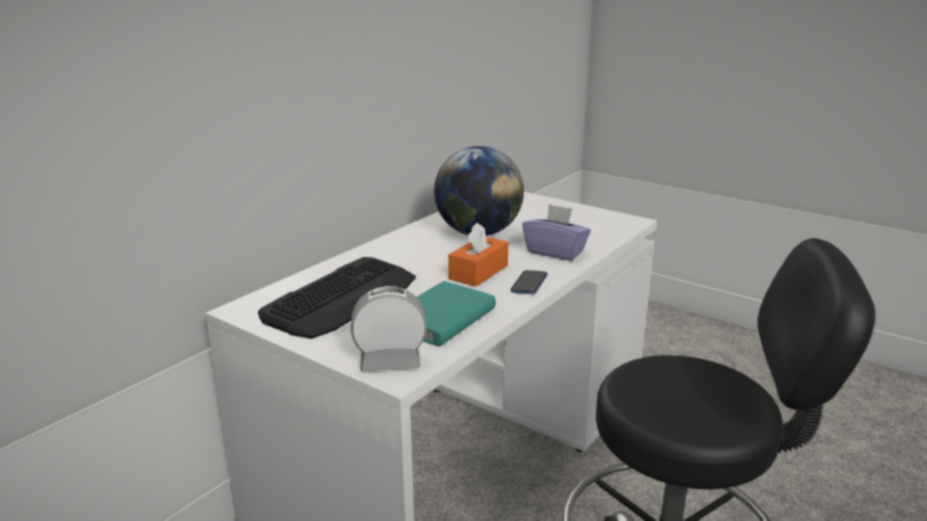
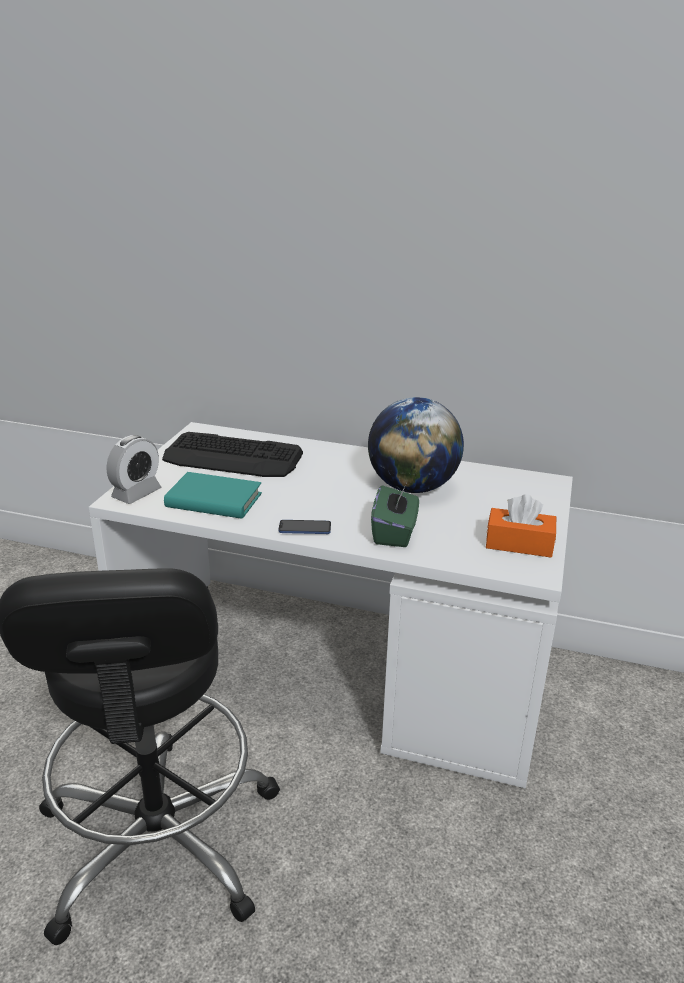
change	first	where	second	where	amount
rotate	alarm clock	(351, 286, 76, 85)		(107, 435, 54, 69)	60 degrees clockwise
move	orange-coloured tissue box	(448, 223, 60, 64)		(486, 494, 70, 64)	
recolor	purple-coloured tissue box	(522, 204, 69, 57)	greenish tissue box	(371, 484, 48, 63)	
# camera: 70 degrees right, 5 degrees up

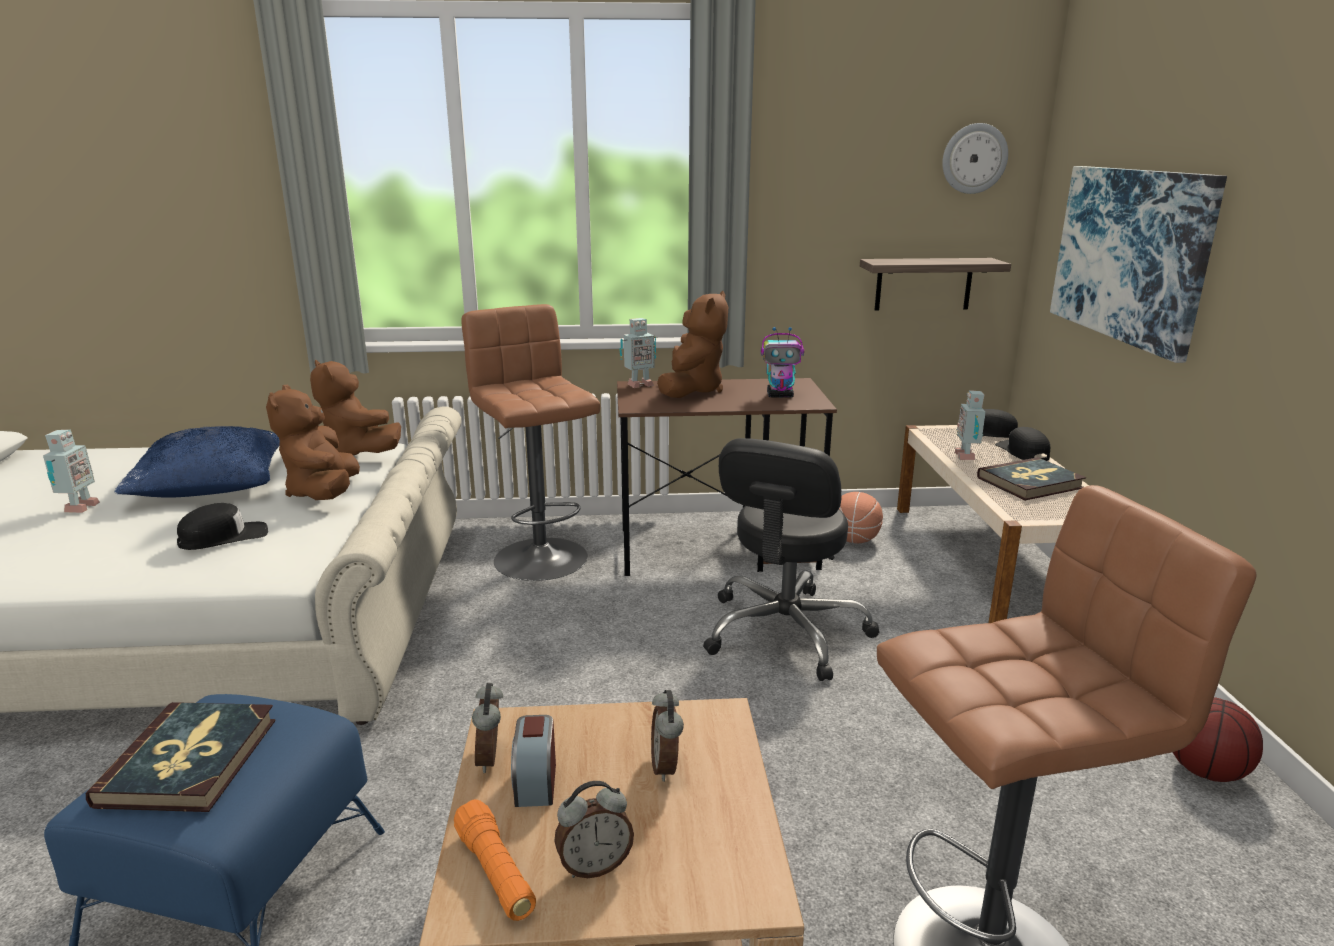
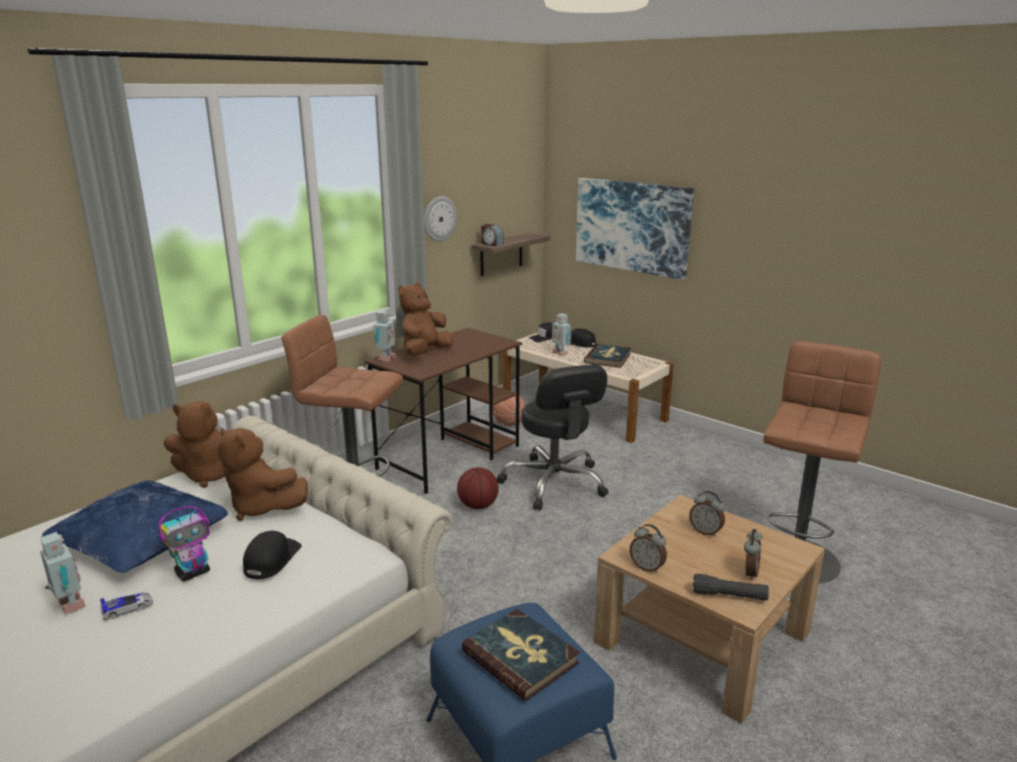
change	first	where	second	where	amount
recolor	orange-coloured flashlight	(454, 799, 82, 122)	black flashlight	(693, 573, 76, 28)	
move	alarm clock	(511, 715, 45, 92)		(481, 224, 23, 22)	
rotate	brown soft toy	(657, 291, 71, 107)		(398, 282, 55, 74)	120 degrees counterclockwise
move	model robot	(761, 327, 43, 71)		(158, 506, 52, 76)	
move	wall clock	(942, 123, 66, 71)		(424, 196, 33, 46)	
move	ball for basketball	(1173, 697, 90, 85)		(457, 467, 42, 42)	
insert			model car	(100, 592, 53, 28)	
# camera: 45 degrees left, 0 degrees up

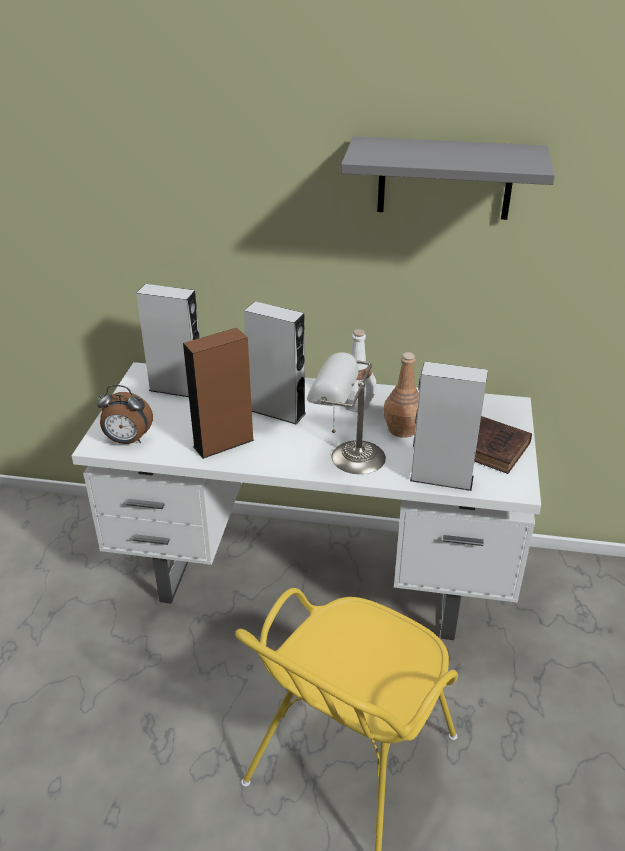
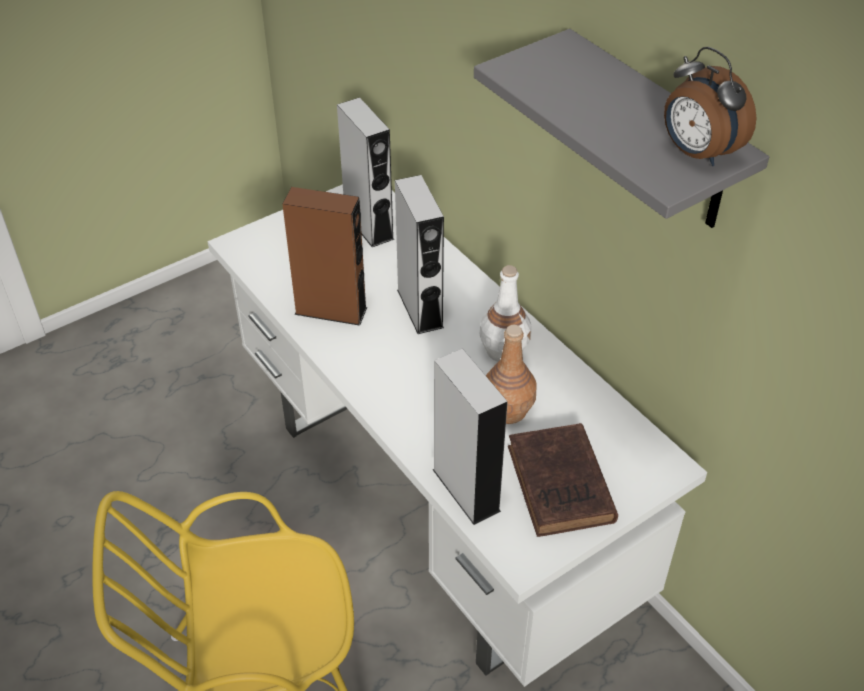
change	first	where	second	where	amount
move	alarm clock	(97, 385, 56, 59)		(664, 47, 92, 119)	
delete	white-coloured tabletop lamp	(307, 352, 79, 122)			
# camera: 45 degrees right, 10 degrees up

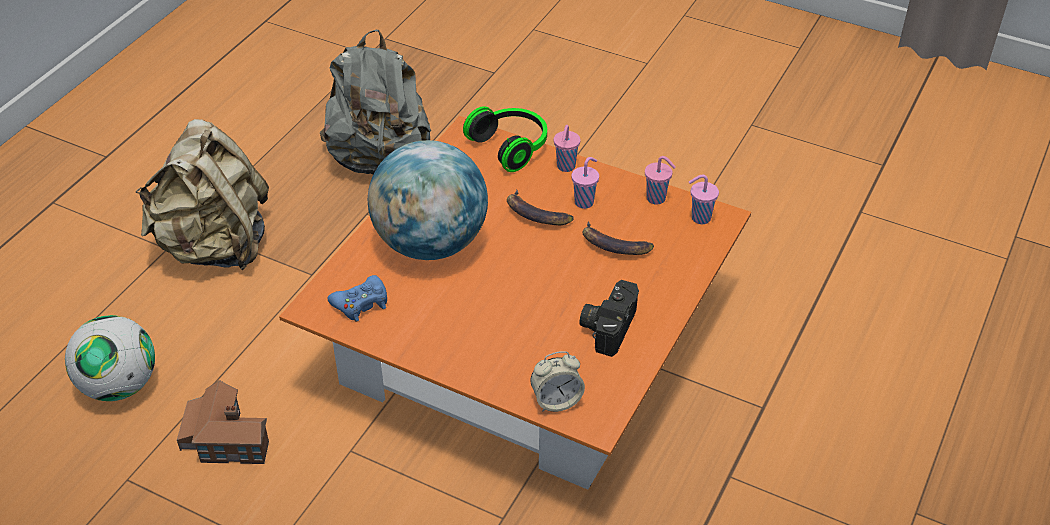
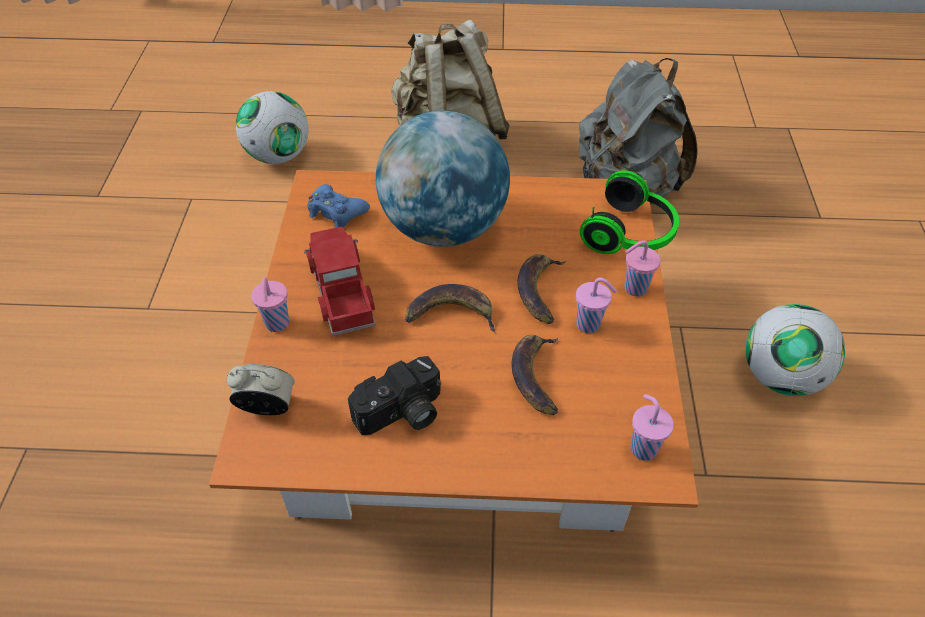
change	first	where	second	where	amount
delete	miniature house	(177, 380, 92, 84)			
rotate	alarm clock	(530, 351, 55, 61)		(227, 364, 68, 51)	135 degrees clockwise
rotate	photo camera	(579, 280, 60, 77)		(348, 356, 93, 79)	150 degrees clockwise
move	pinkish cup	(645, 156, 31, 48)		(251, 277, 38, 55)	
insert			toy truck	(304, 227, 72, 109)	
insert			banana	(405, 284, 90, 48)	
insert			football ball	(745, 304, 100, 92)	
# camera: 65 degrees right, 5 degrees up

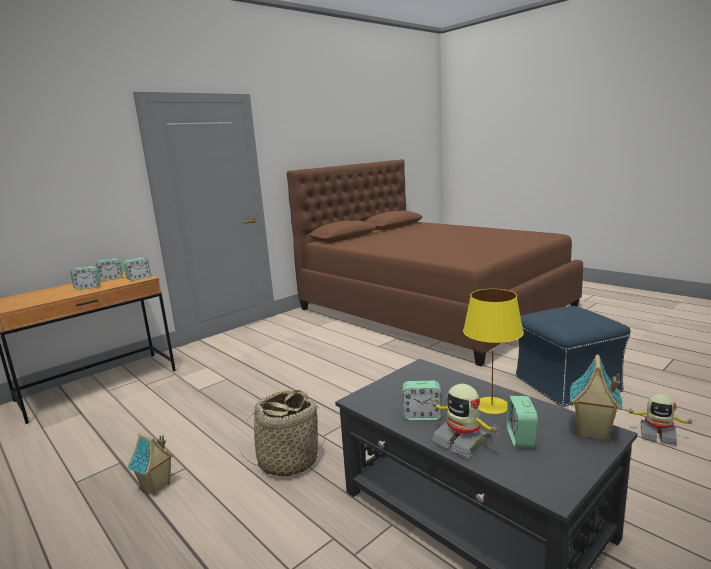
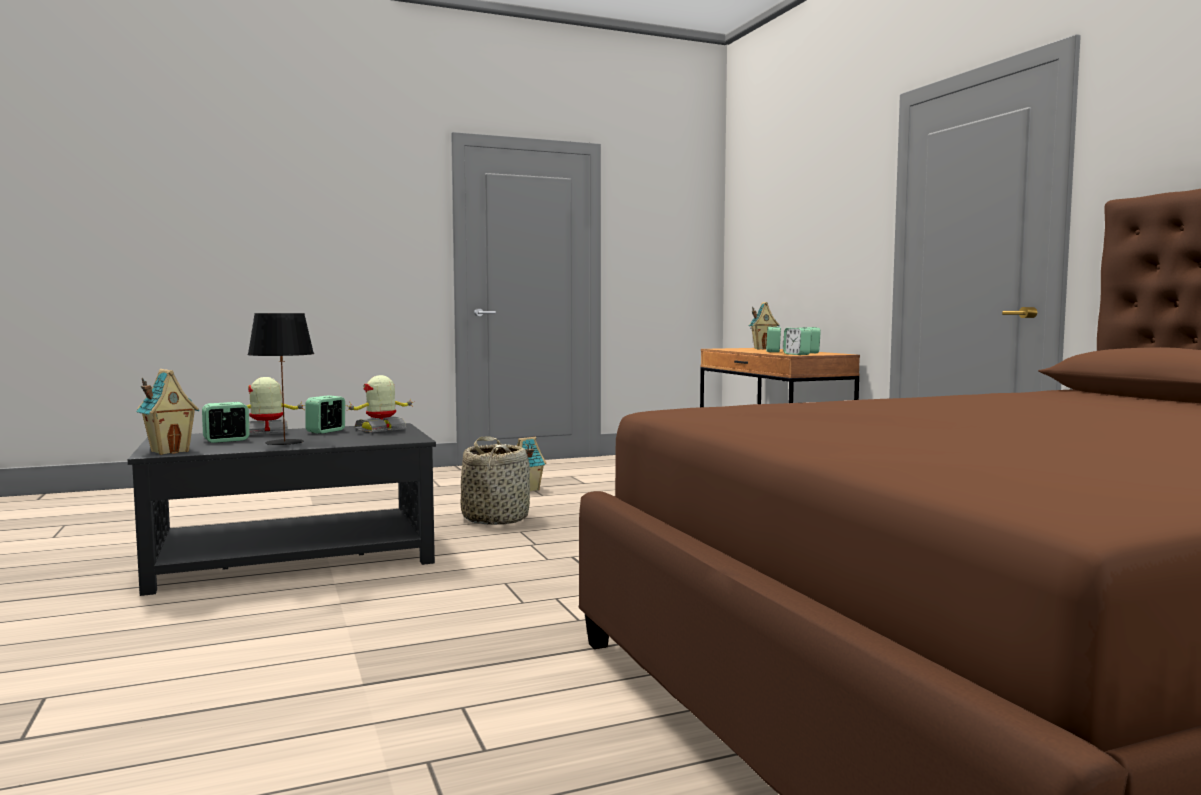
change	first	where	second	where	amount
recolor	yellow tabletop lamp	(463, 289, 61, 125)	black tabletop lamp	(248, 313, 66, 132)	
rotate	alarm clock	(506, 396, 32, 51)		(202, 402, 48, 41)	60 degrees counterclockwise
delete	blue-coloured footrest	(516, 306, 115, 101)			
move	model robot	(626, 394, 68, 51)		(346, 375, 67, 58)	
insert			miniature house	(749, 302, 31, 48)	
# camera: 110 degrees right, 10 degrees down

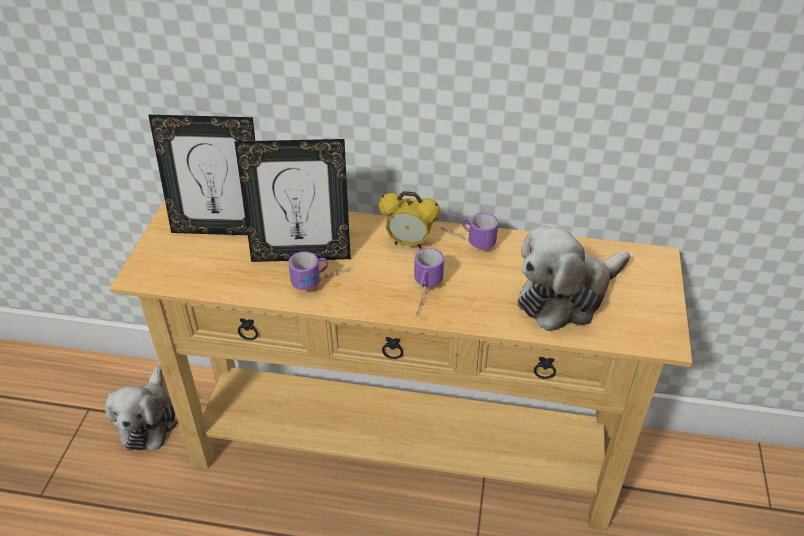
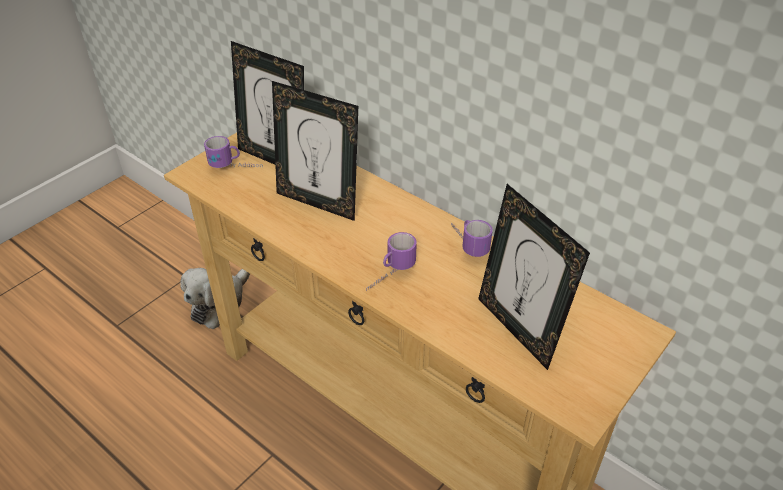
change	first	where	second	where	amount
move	coffee mug	(288, 251, 63, 39)		(204, 136, 59, 32)	
delete	alarm clock	(378, 191, 63, 58)			
replace	soft toy	(518, 226, 112, 105)	photo frame	(478, 184, 112, 186)	
# camera: 30 degrees right, 0 degrees up

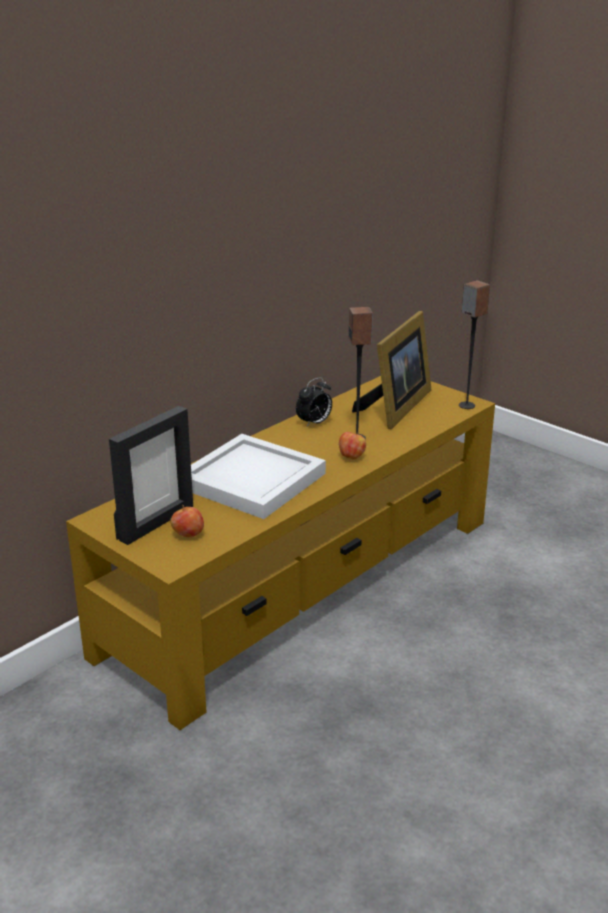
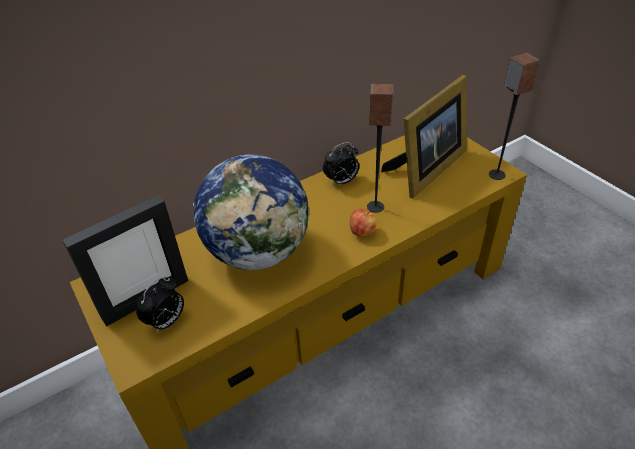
change	first	where	second	where	amount
replace	apple	(170, 505, 34, 32)	alarm clock	(136, 277, 48, 56)	
replace	white-coloured carrying tray	(191, 434, 135, 85)	globe	(193, 154, 116, 116)	
# camera: 15 degrees right, 15 degrees up

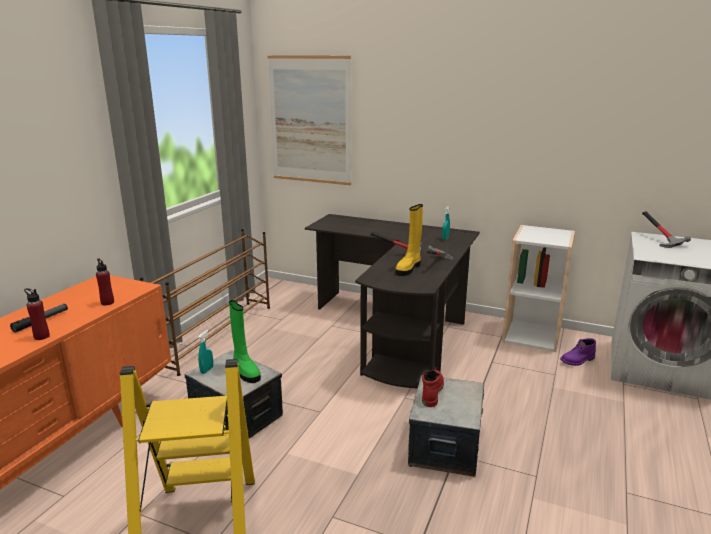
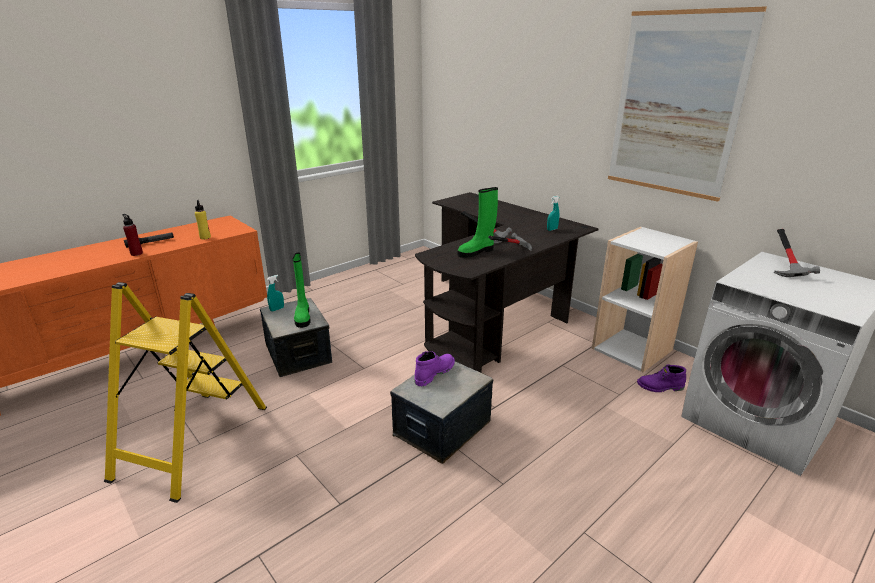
change	first	where	second	where	amount
recolor	reddish drink bottle	(96, 258, 18, 48)	yellow drink bottle	(195, 200, 16, 39)	
delete	brown shoe shelf	(140, 229, 130, 147)			
move	wall art	(267, 55, 84, 130)		(608, 7, 159, 195)	
recolor	yellow boot	(395, 204, 28, 72)	greenish boot	(458, 187, 40, 71)	
recolor	reddish boot	(422, 370, 22, 37)	purple-coloured boot	(414, 351, 41, 35)	
# camera: 25 degrees right, 5 degrees up

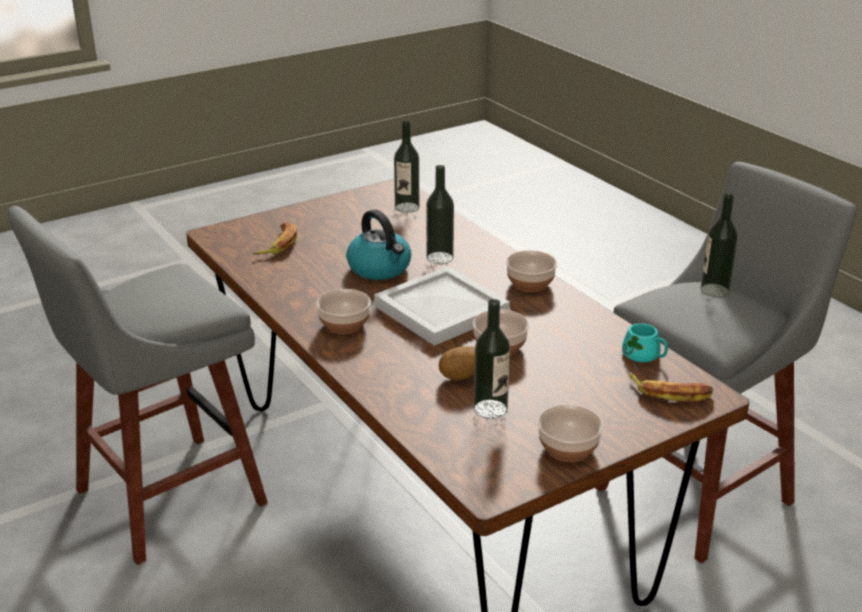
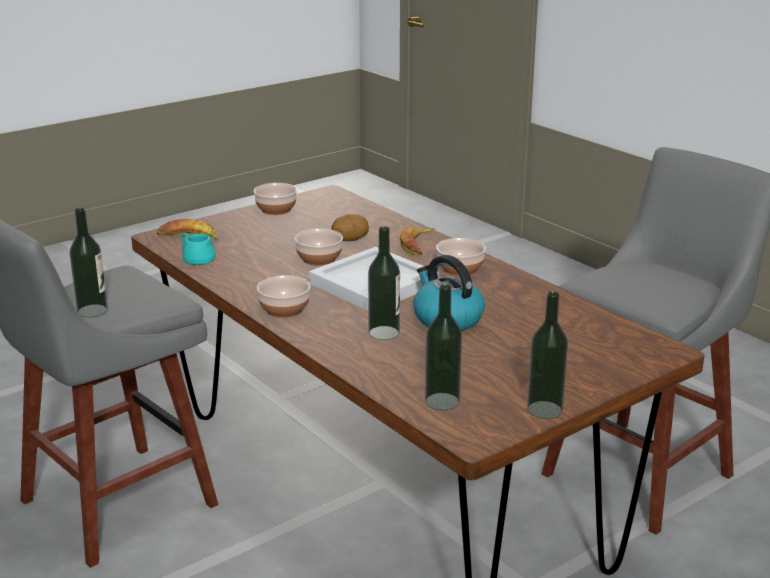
change	first	where	second	where	amount
move	banana	(253, 222, 44, 33)		(400, 227, 34, 28)	
move	drink bottle	(474, 299, 36, 120)		(527, 291, 41, 128)	
# camera: 175 degrees right, 5 degrees down

